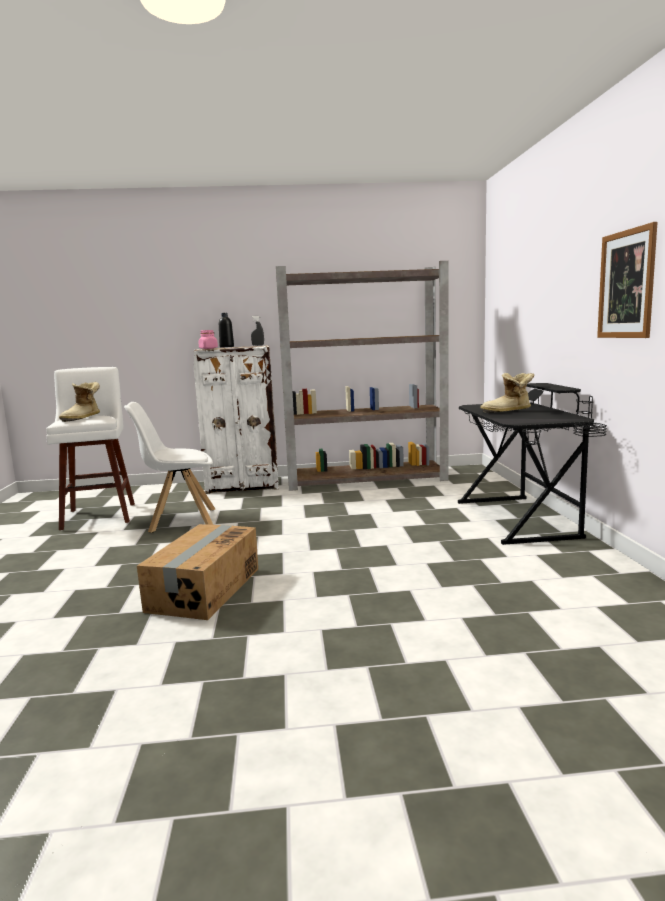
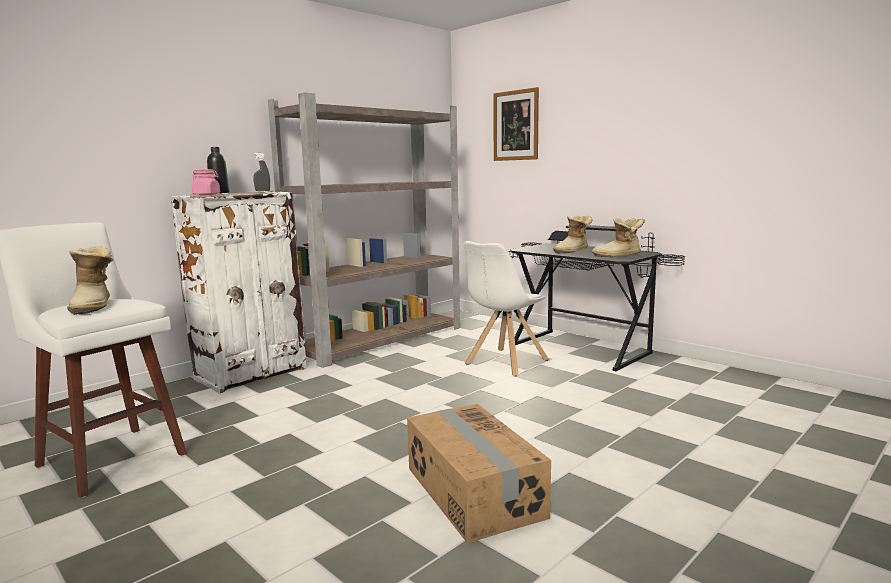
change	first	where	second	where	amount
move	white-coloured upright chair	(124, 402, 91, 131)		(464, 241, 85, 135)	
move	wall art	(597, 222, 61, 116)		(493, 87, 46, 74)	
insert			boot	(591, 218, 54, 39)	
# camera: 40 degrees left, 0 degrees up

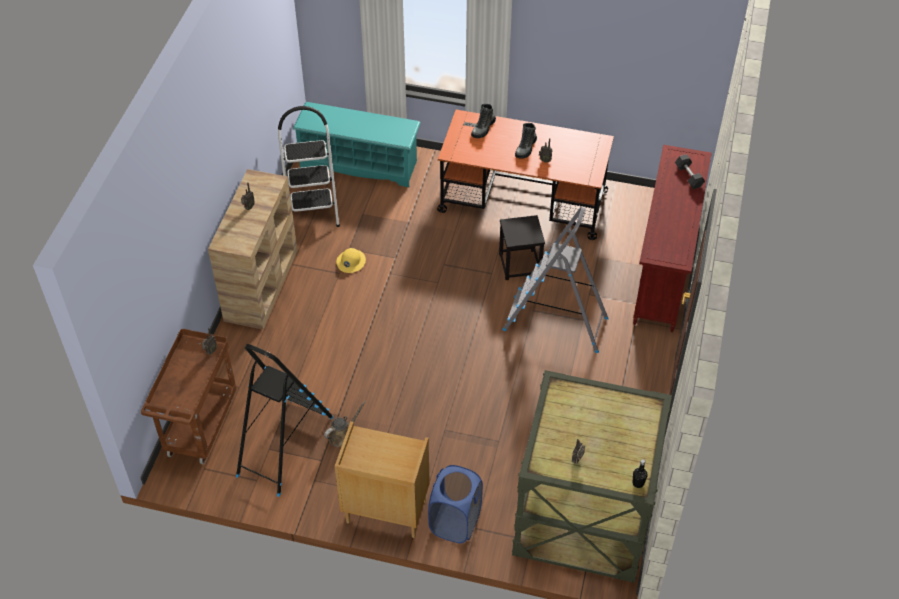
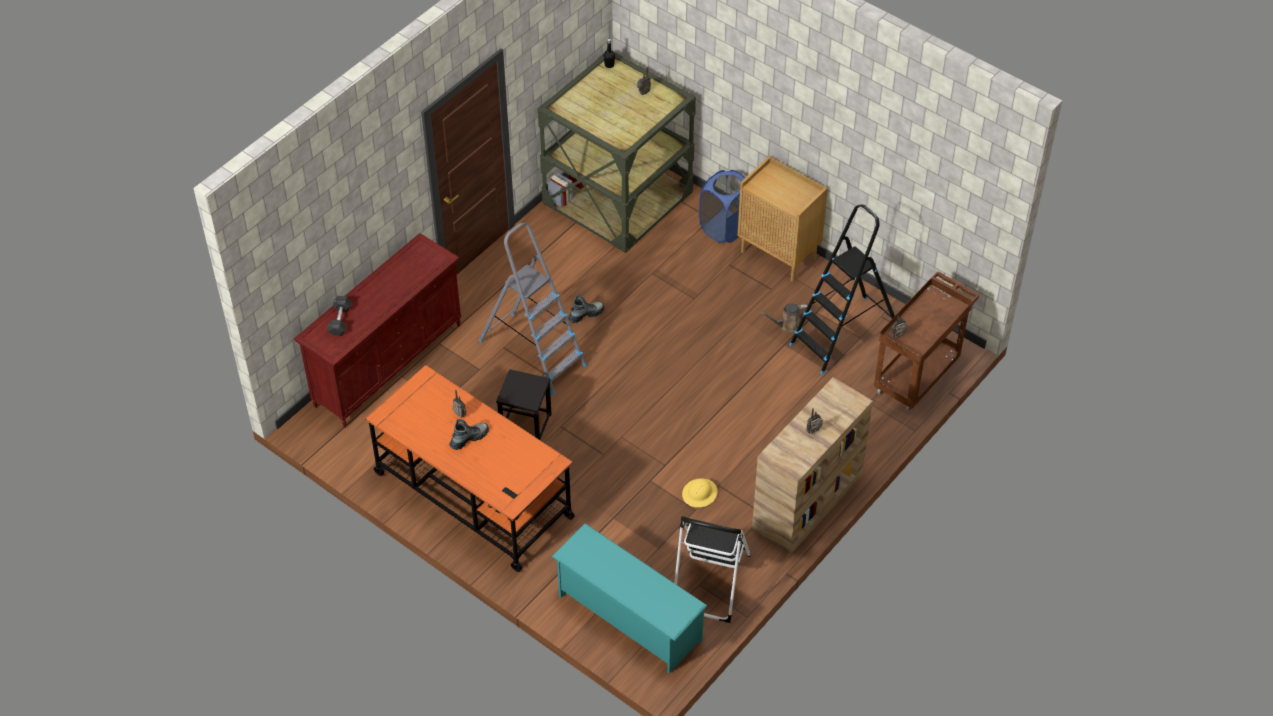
change	first	where	second	where	amount
move	boot	(471, 104, 25, 34)		(568, 295, 36, 28)	
# camera: 155 degrees left, 0 degrees up

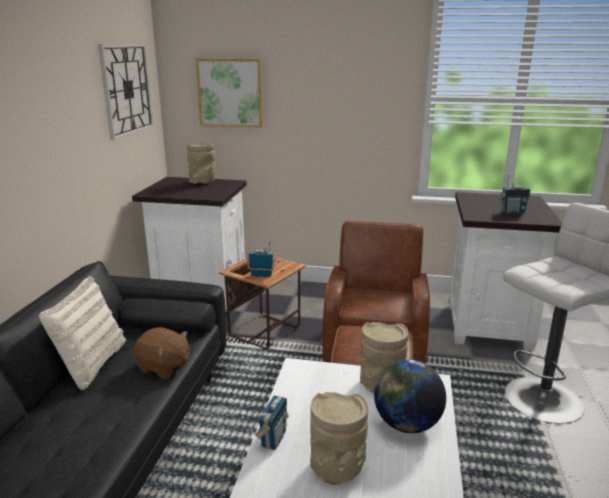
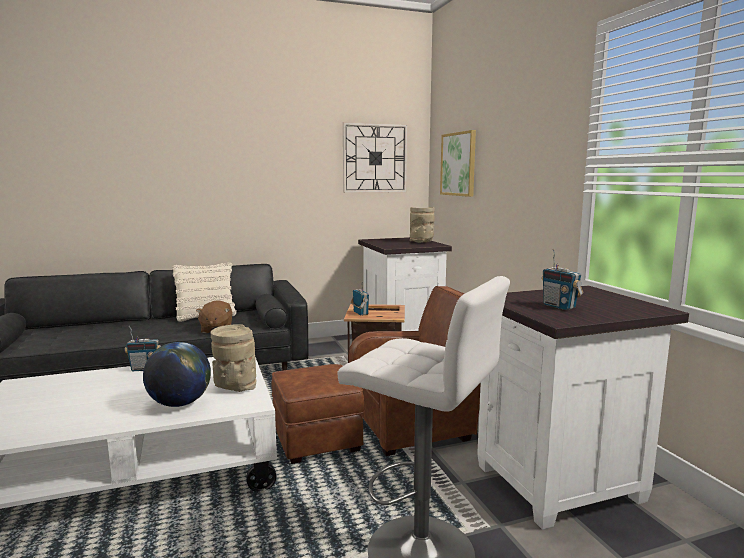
change	first	where	second	where	amount
delete	sand-coloured flower vase	(310, 392, 58, 93)			
# camera: 60 degrees right, 10 degrees down

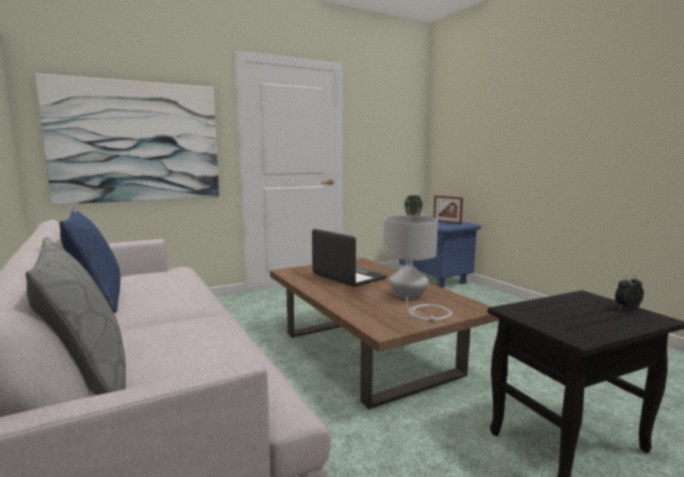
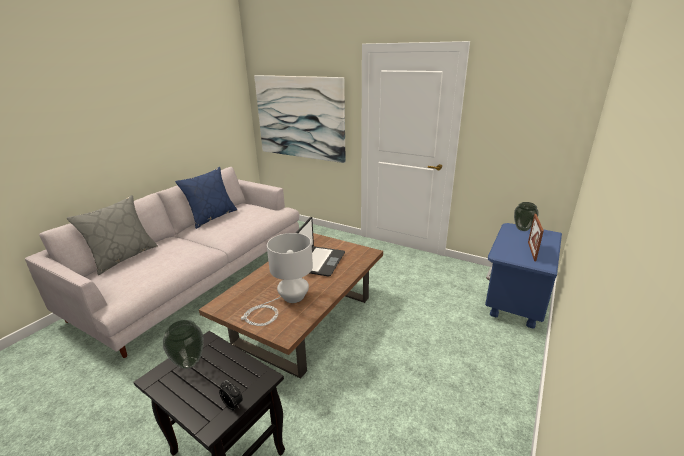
change	first	where	second	where	amount
insert			flower vase	(163, 320, 41, 49)	
# camera: 60 degrees right, 15 degrees up

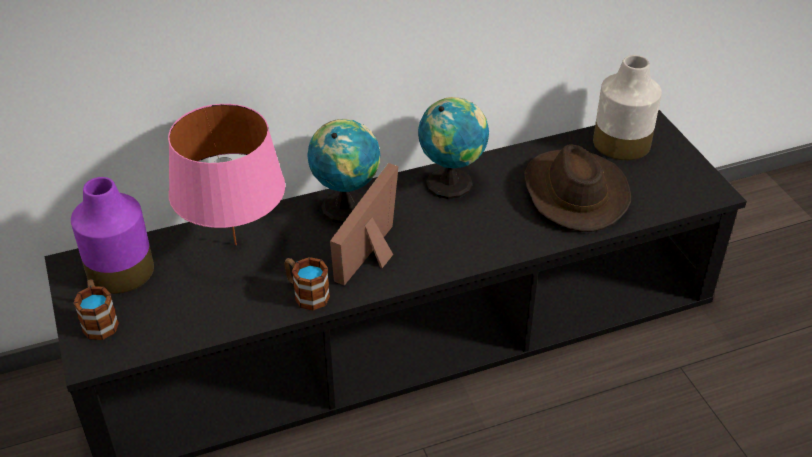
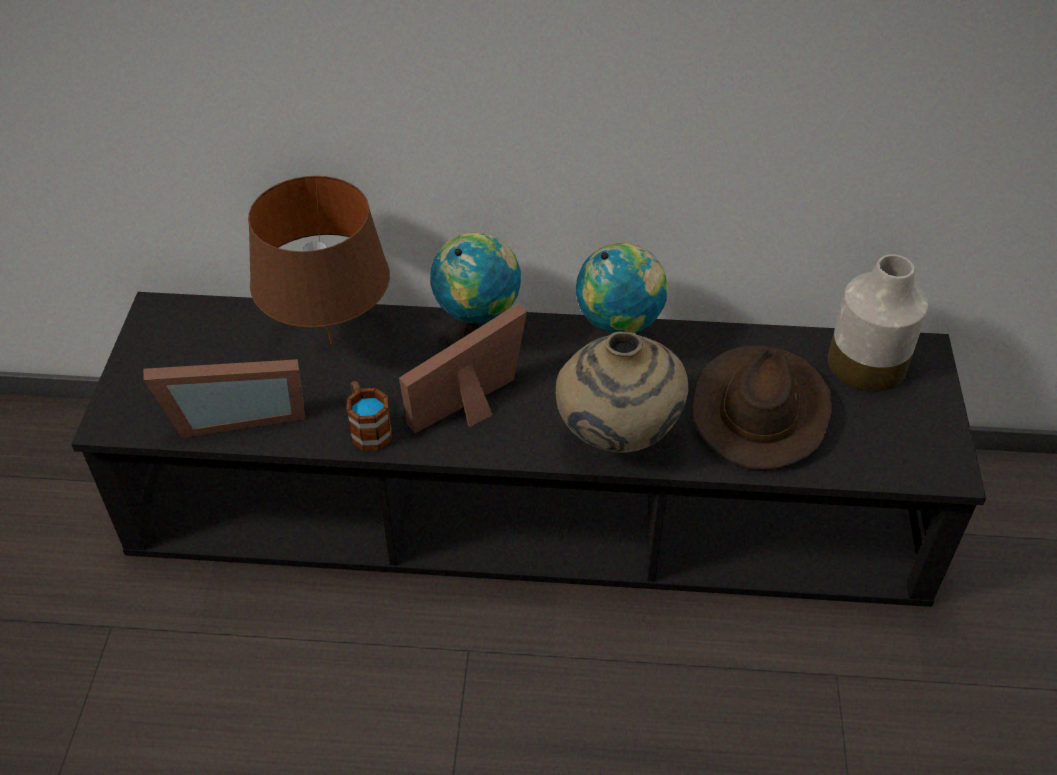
change	first	where	second	where	amount
delete	purple-coloured flower vase	(71, 177, 83, 117)			
delete	coffee mug	(73, 279, 46, 61)			
recolor	pinkish tabletop lamp	(168, 104, 117, 141)	brown tabletop lamp	(248, 176, 142, 168)	
insert			photo frame	(143, 359, 162, 79)	
insert			sand-coloured flower vase	(556, 332, 132, 121)	
# camera: 25 degrees right, 5 degrees up

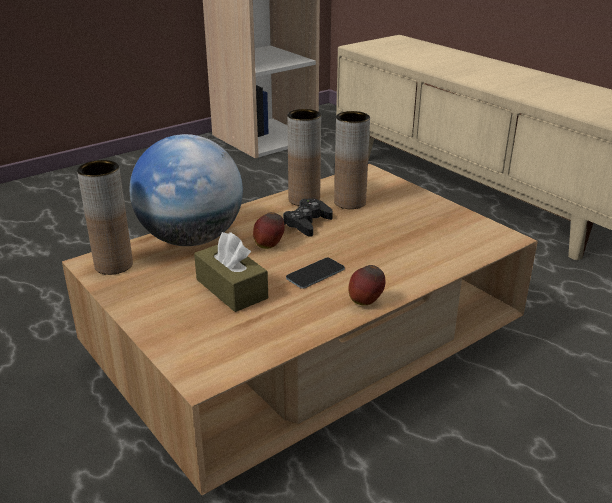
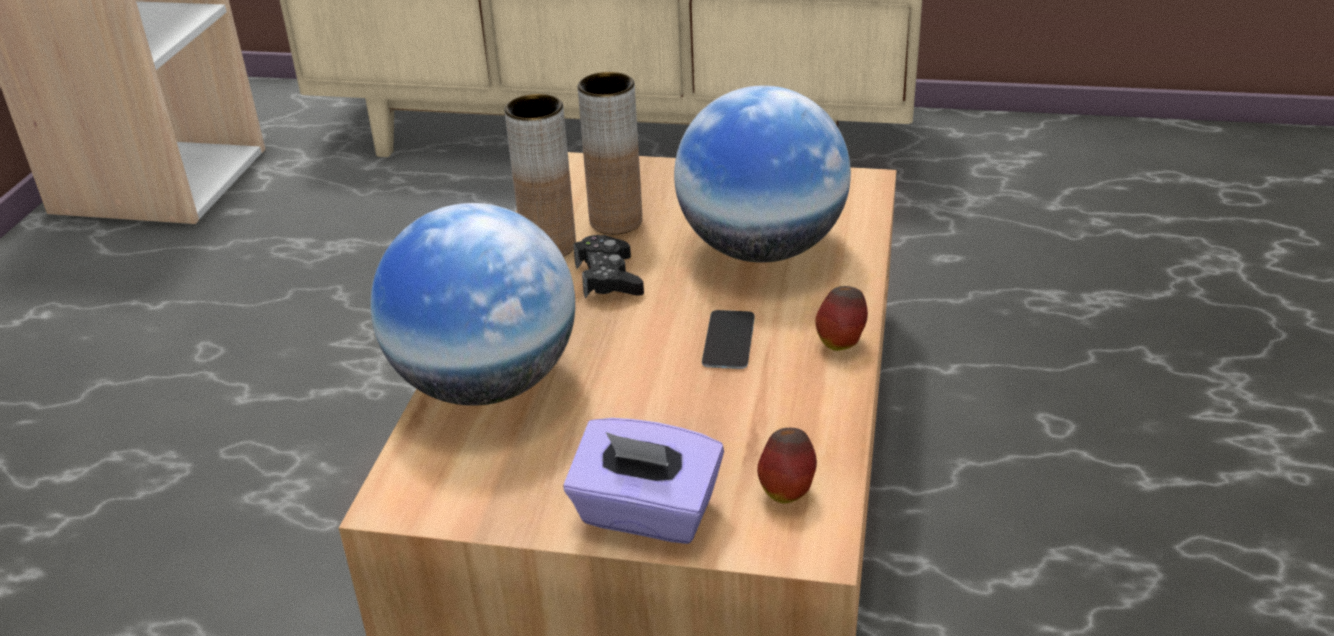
change	first	where	second	where	amount
delete	brown flower vase	(77, 160, 56, 115)			
delete	brown tissue box	(194, 232, 74, 80)			
move	apple	(253, 212, 32, 37)		(757, 428, 60, 76)	
insert			purple-coloured tissue box	(563, 418, 161, 126)	
insert			globe	(674, 86, 177, 177)	
# camera: 40 degrees left, 5 degrees up

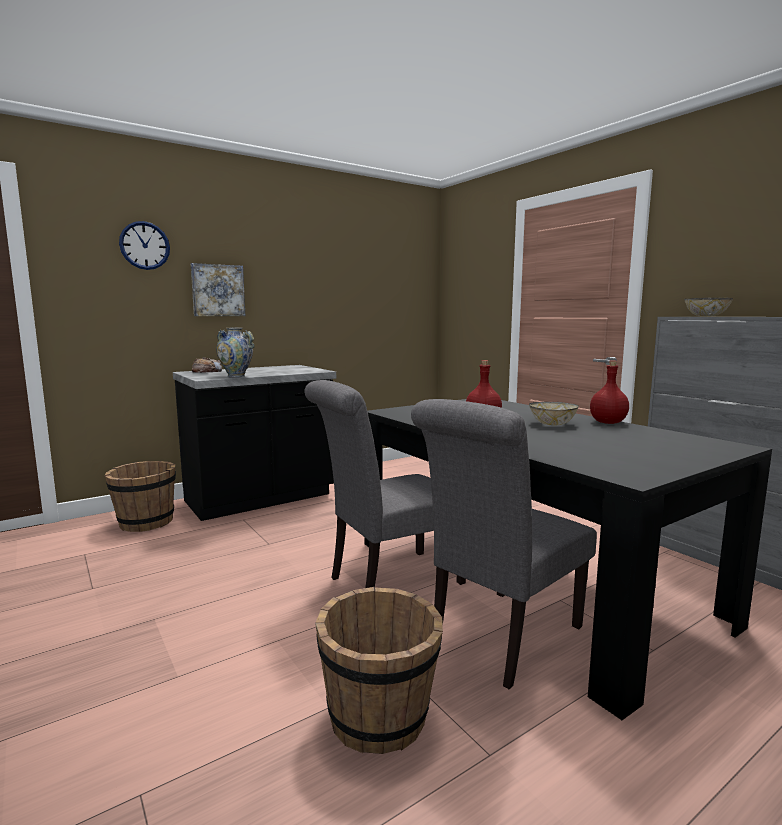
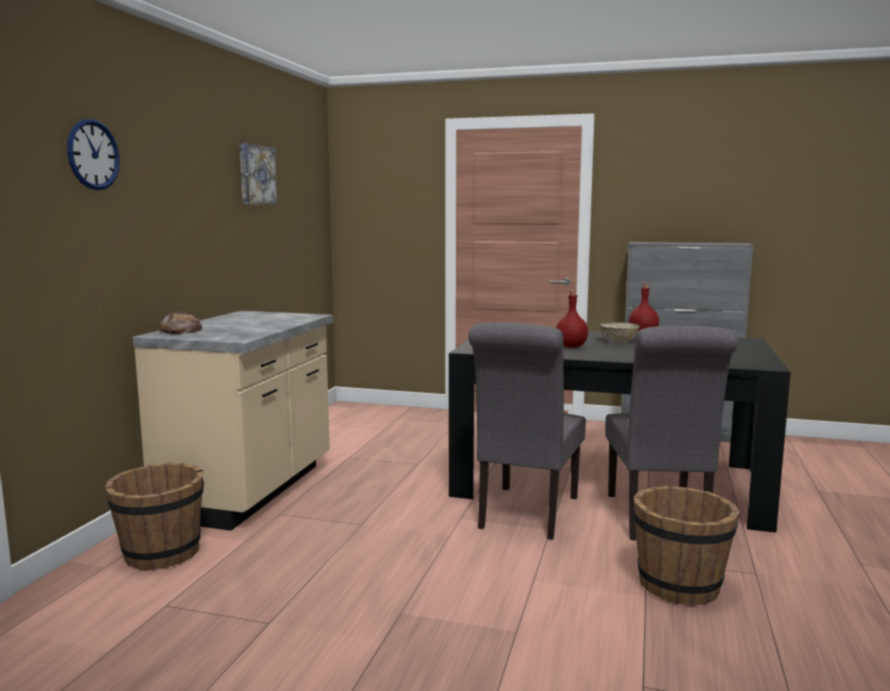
change	first	where	second	where	amount
recolor	black counter	(173, 365, 163, 156)	sand-coloured counter	(133, 311, 200, 220)	
move	wall art	(191, 263, 54, 53)		(240, 144, 38, 61)	
delete	flower vase	(216, 328, 39, 49)			
delete	deep dish	(684, 297, 49, 19)			
# camera: 40 degrees left, 0 degrees up

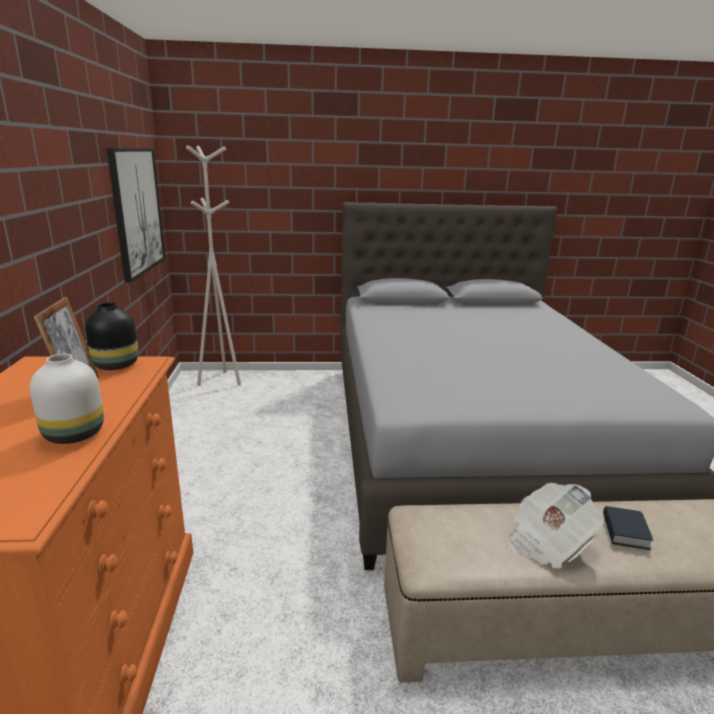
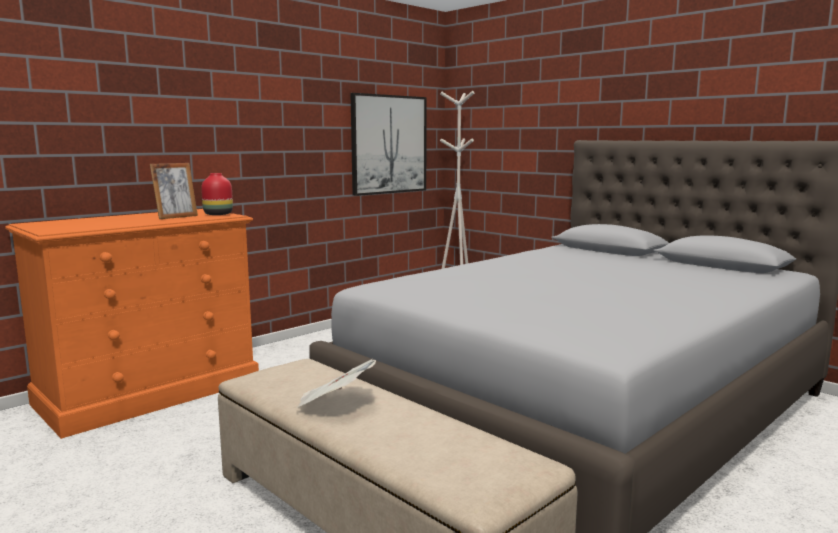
change	first	where	second	where	amount
delete	white-coloured flower vase	(30, 354, 74, 90)			
recolor	black flower vase	(85, 302, 53, 68)	reddish flower vase	(201, 173, 32, 42)	
delete	bound book	(603, 506, 50, 44)			
# camera: 50 degrees right, 10 degrees down

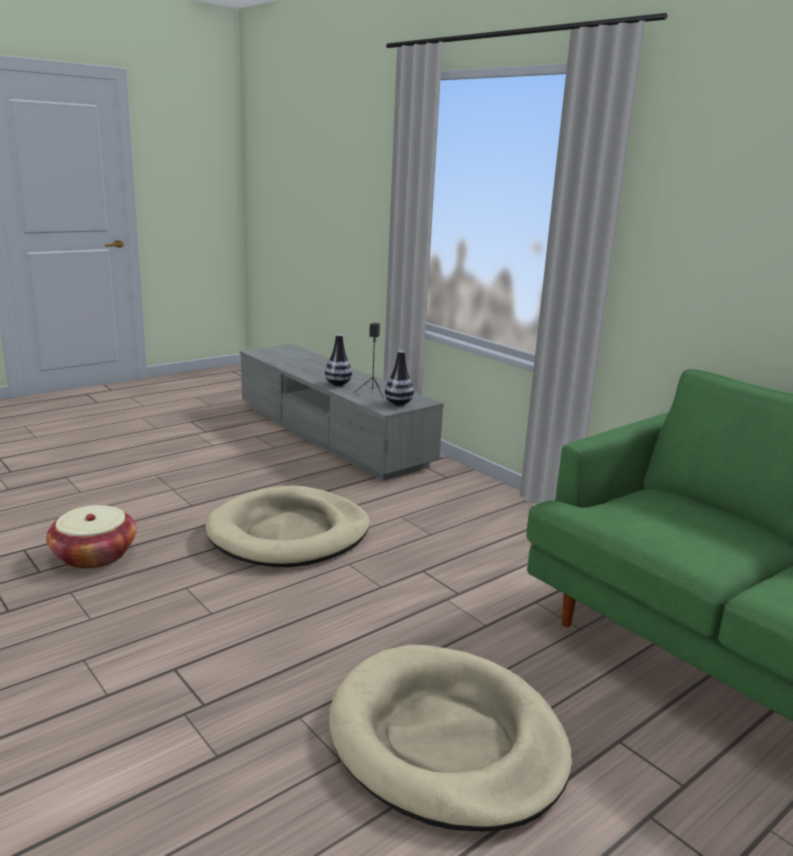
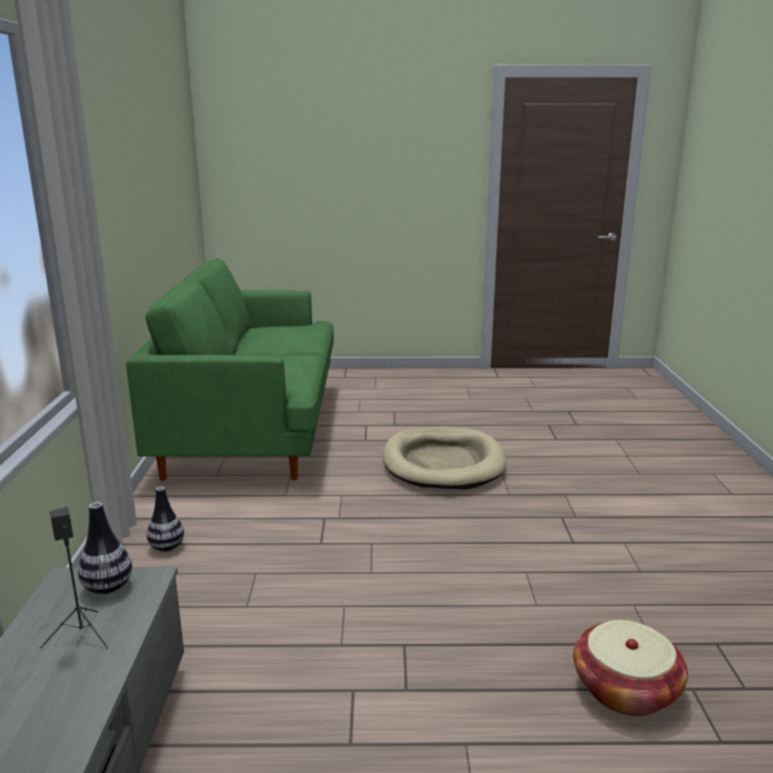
change	first	where	second	where	amount
delete	sand-coloured dog bed	(206, 486, 164, 81)			
move	flower vase	(325, 334, 27, 52)		(147, 486, 37, 66)	
# camera: 140 degrees left, 0 degrees up

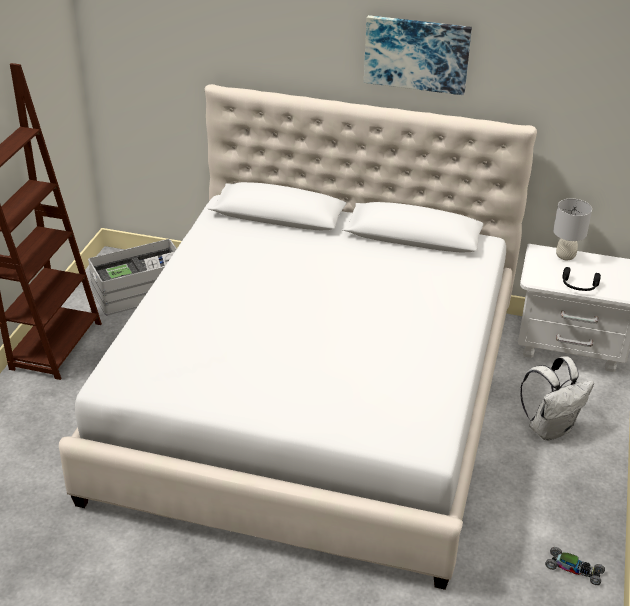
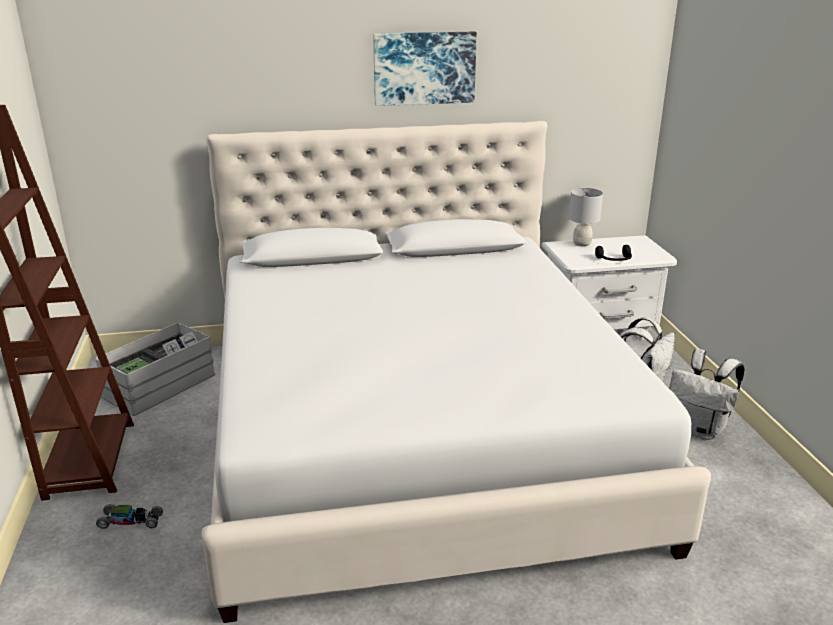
change	first	where	second	where	amount
move	model car	(545, 547, 60, 38)		(96, 504, 67, 25)	
insert			white-coloured rucksack	(669, 349, 76, 91)	
# camera: 25 degrees left, 10 degrees down

